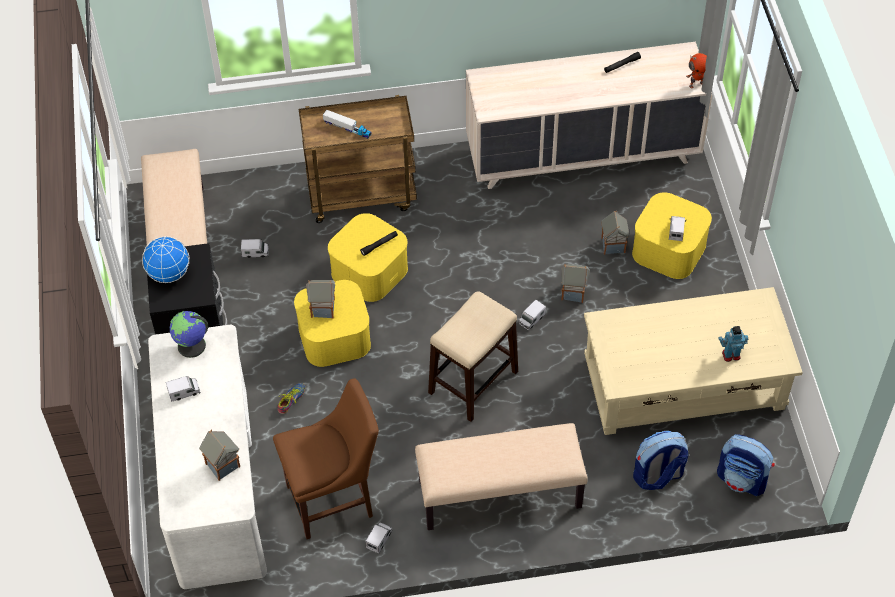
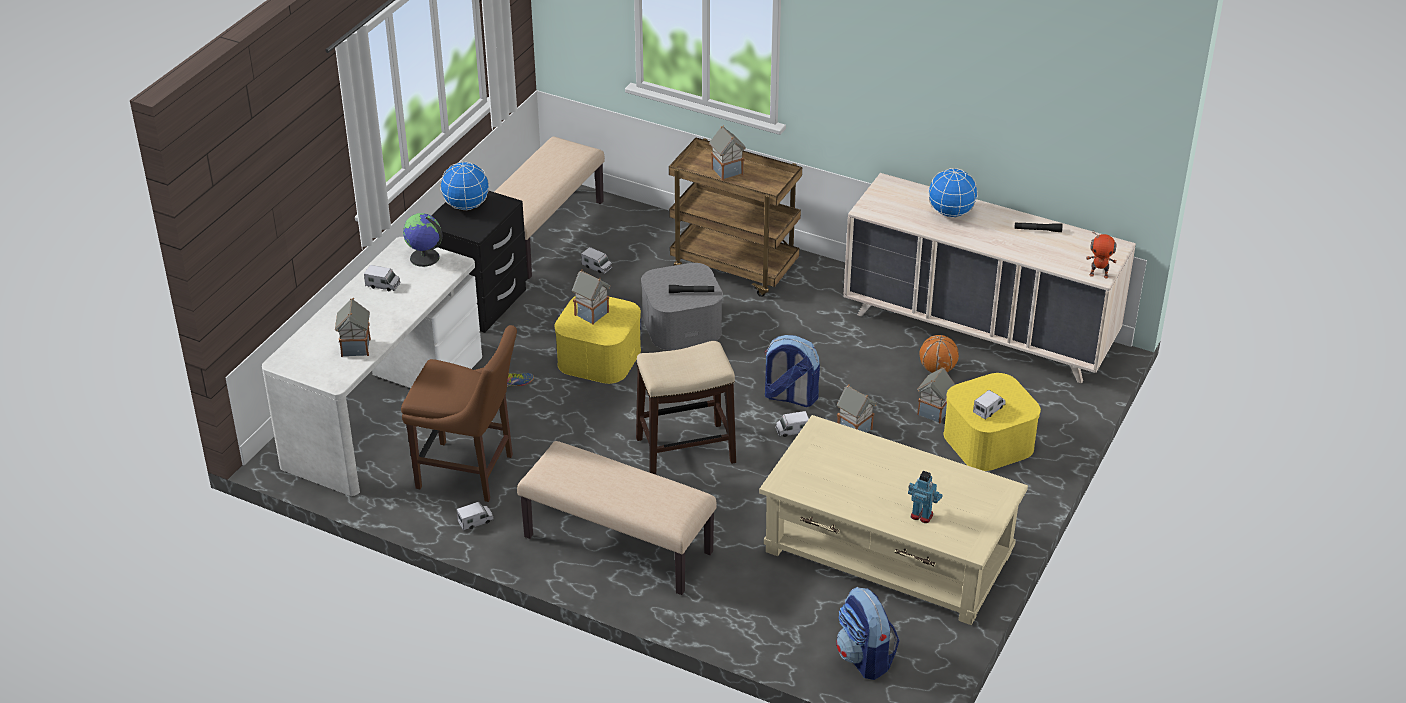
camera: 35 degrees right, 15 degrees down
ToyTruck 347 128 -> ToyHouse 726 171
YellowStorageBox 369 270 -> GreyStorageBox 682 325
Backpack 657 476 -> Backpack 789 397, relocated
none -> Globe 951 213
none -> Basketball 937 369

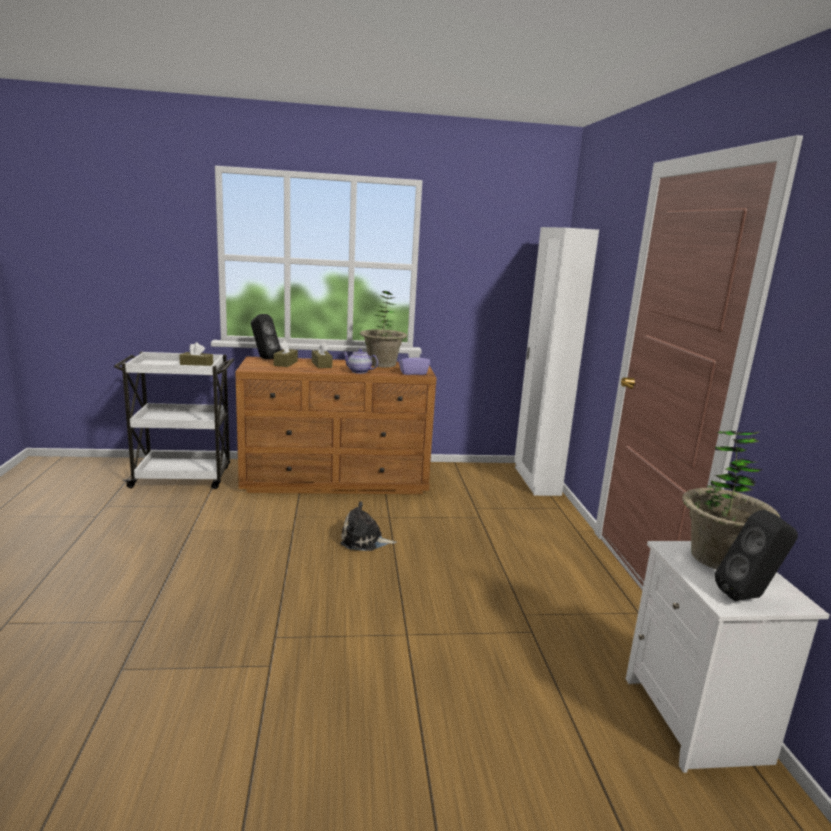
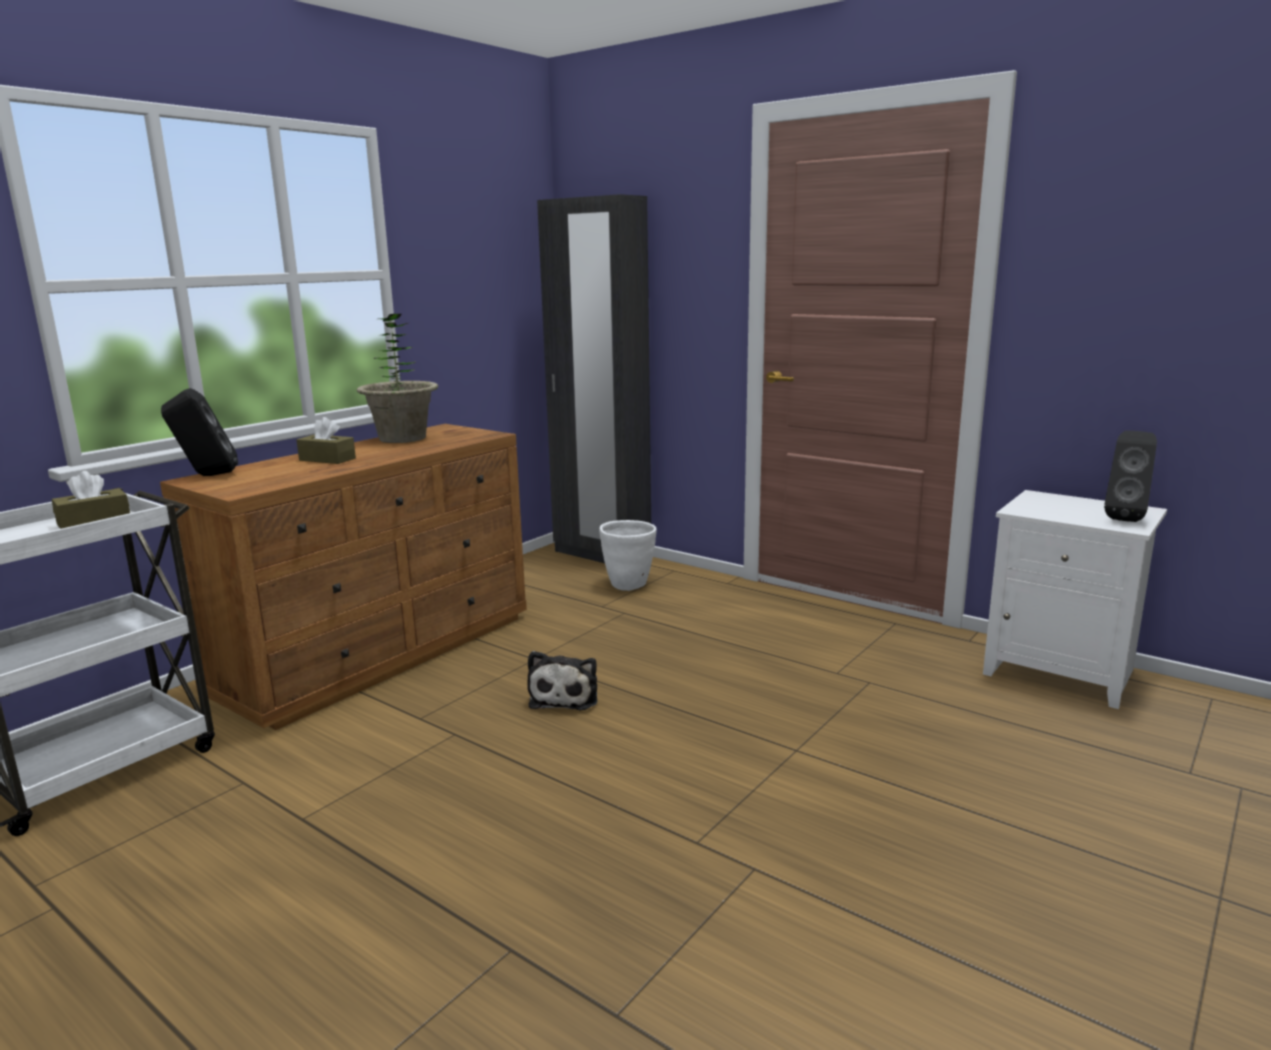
camera: 45 degrees left, 0 degrees up
WhiteWardrobe 536 481 -> BlackWardrobe 601 555
BrownTissueBox 285 363 -> none
Teapot 359 371 -> none
PurpleTissueBox 413 373 -> none
PottedPlant 718 558 -> none
PlushToy 364 541 -> PlushToy 565 696, 45 degrees counterclockwise
none -> WhitePlanter 629 585

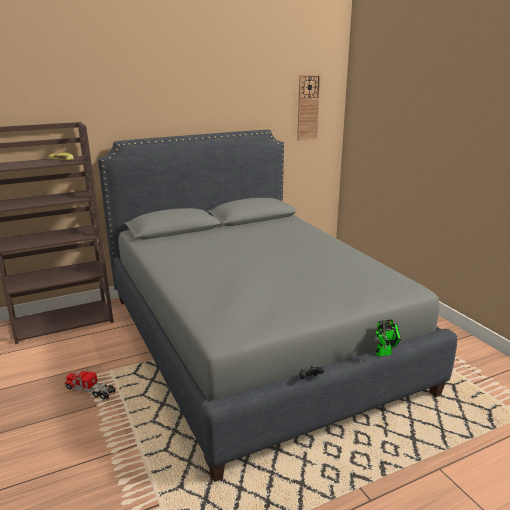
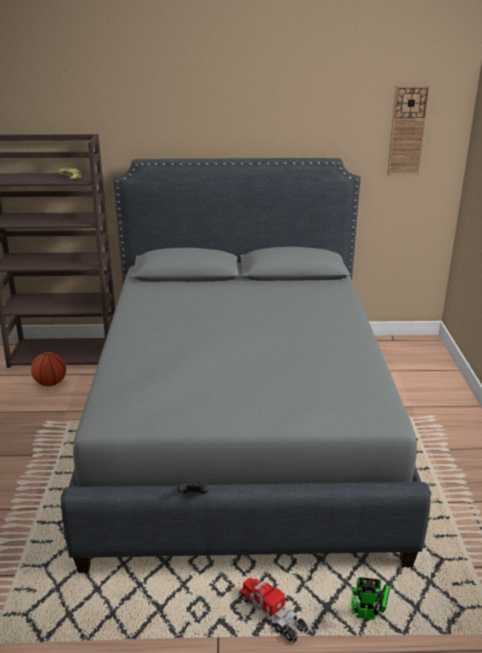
camera: 25 degrees right, 5 degrees up
ToyRobot 385 353 -> ToyRobot 368 616, relocated
ToyTruck 90 390 -> ToyTruck 272 614, relocated
none -> Basketball 50 383

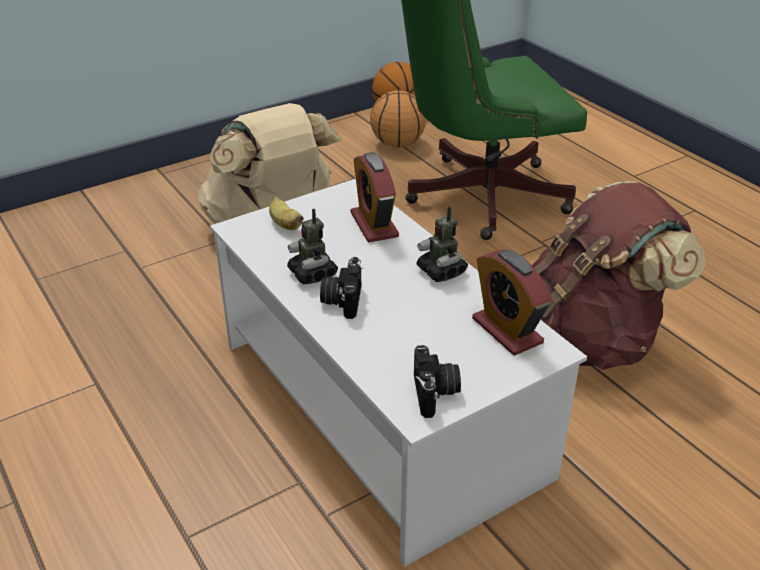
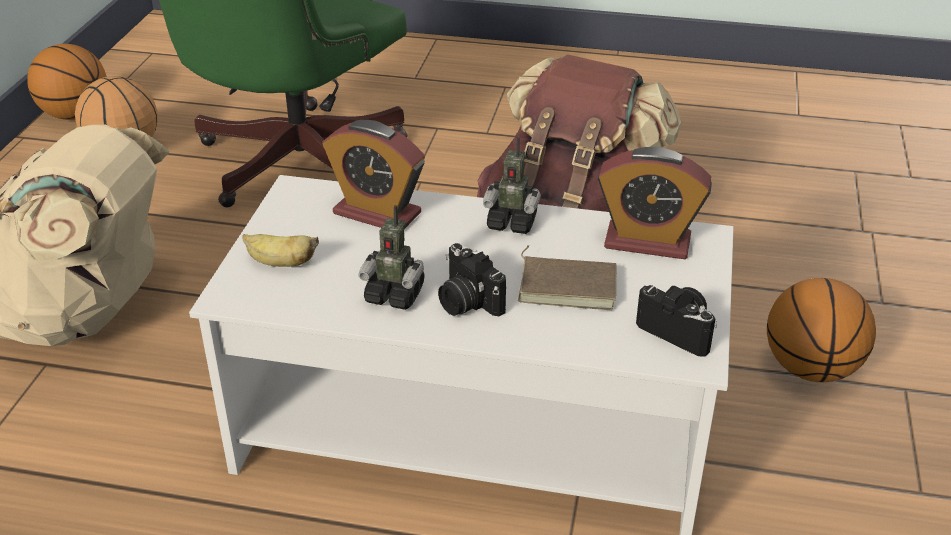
camera: 45 degrees left, 0 degrees up
none -> BrownBook 568 285
none -> Basketball 811 368

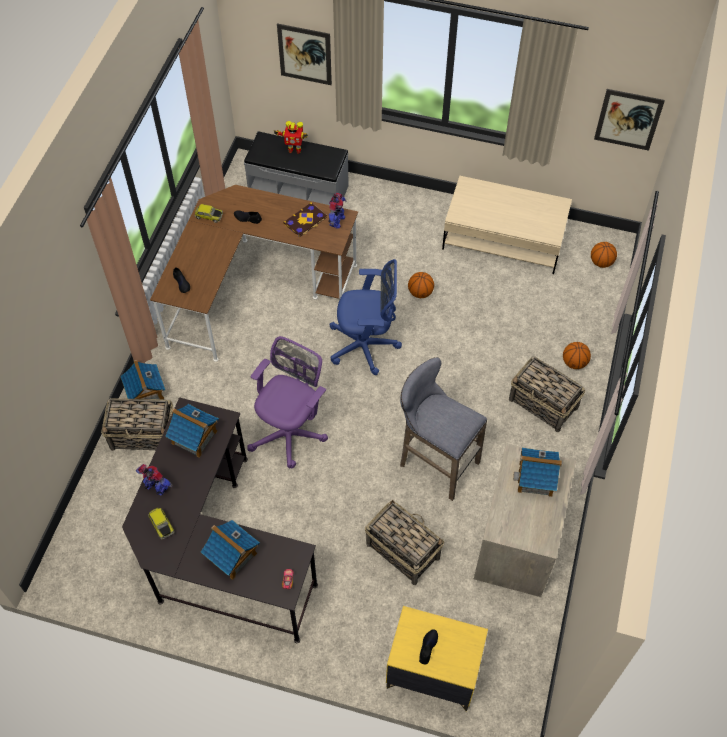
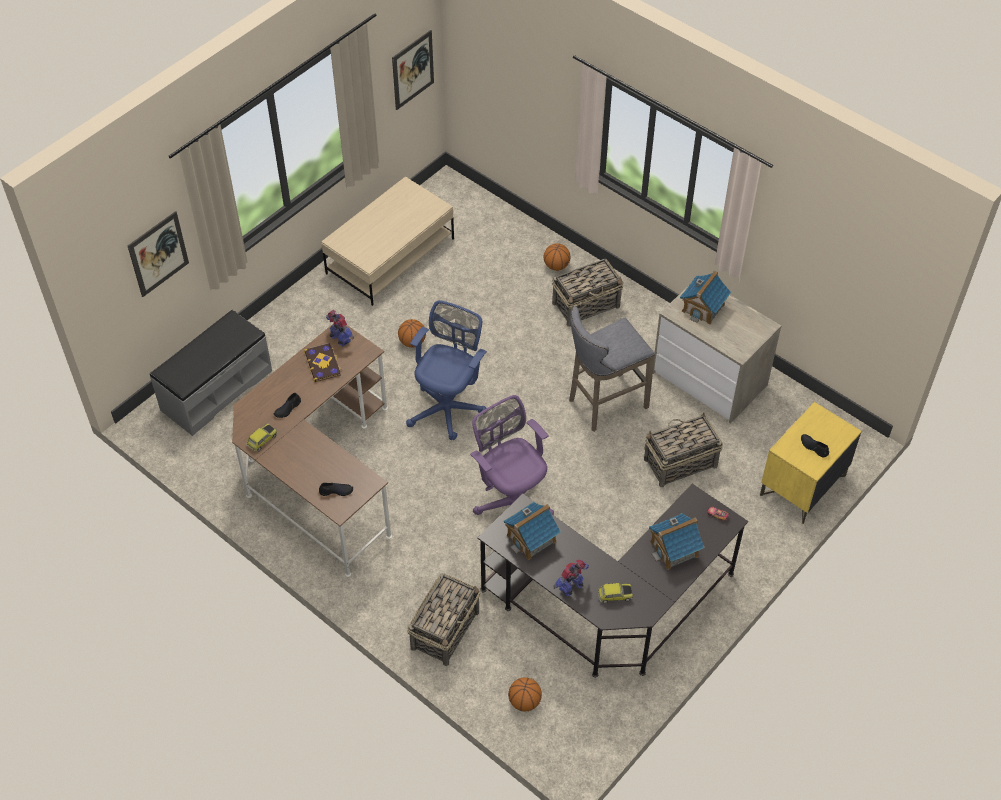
camera: 65 degrees left, 5 degrees down
ToyRobot 294 149 -> none
Basketball 601 262 -> Basketball 524 701, relocated
ToyHouse 145 392 -> none

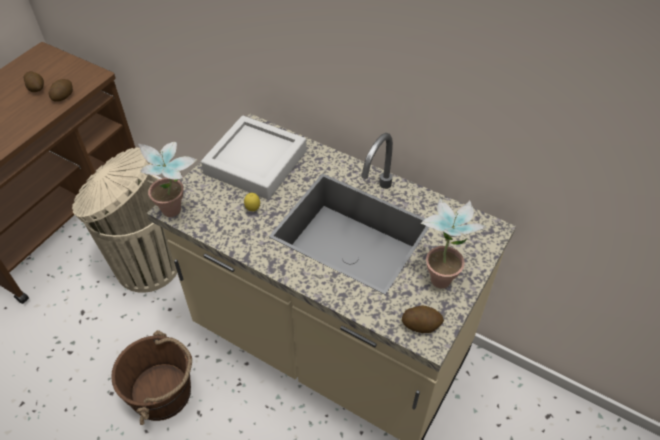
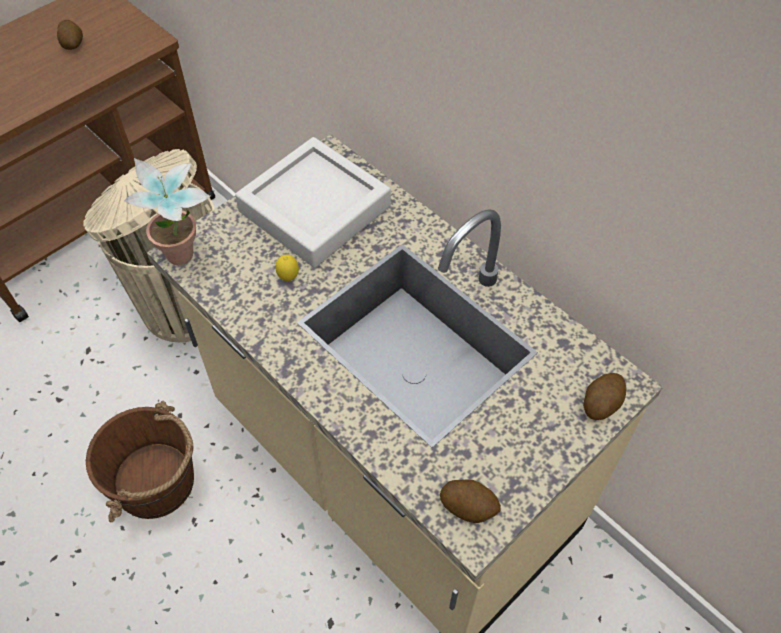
camera: 15 degrees right, 5 degrees up
Potato 63 96 -> Potato 601 403, relocated
PottedPlant 442 273 -> none

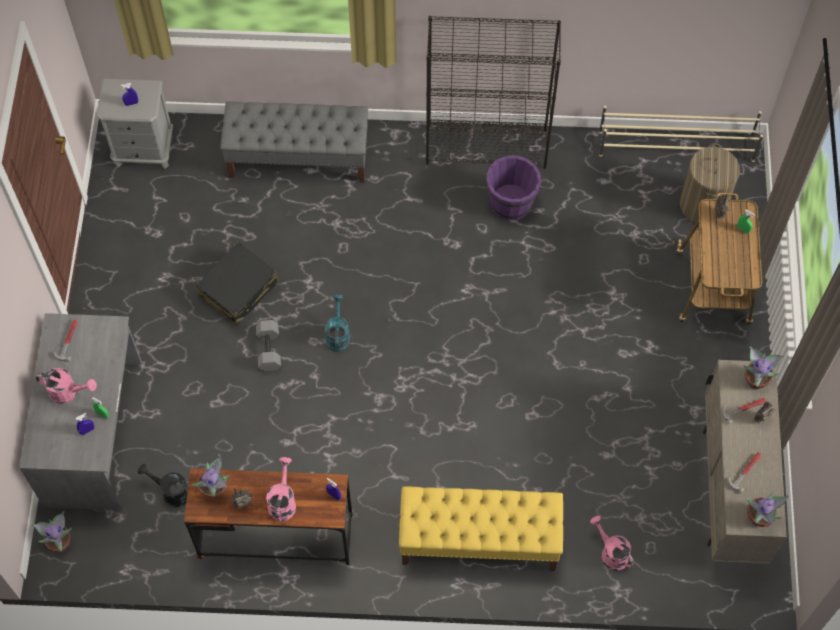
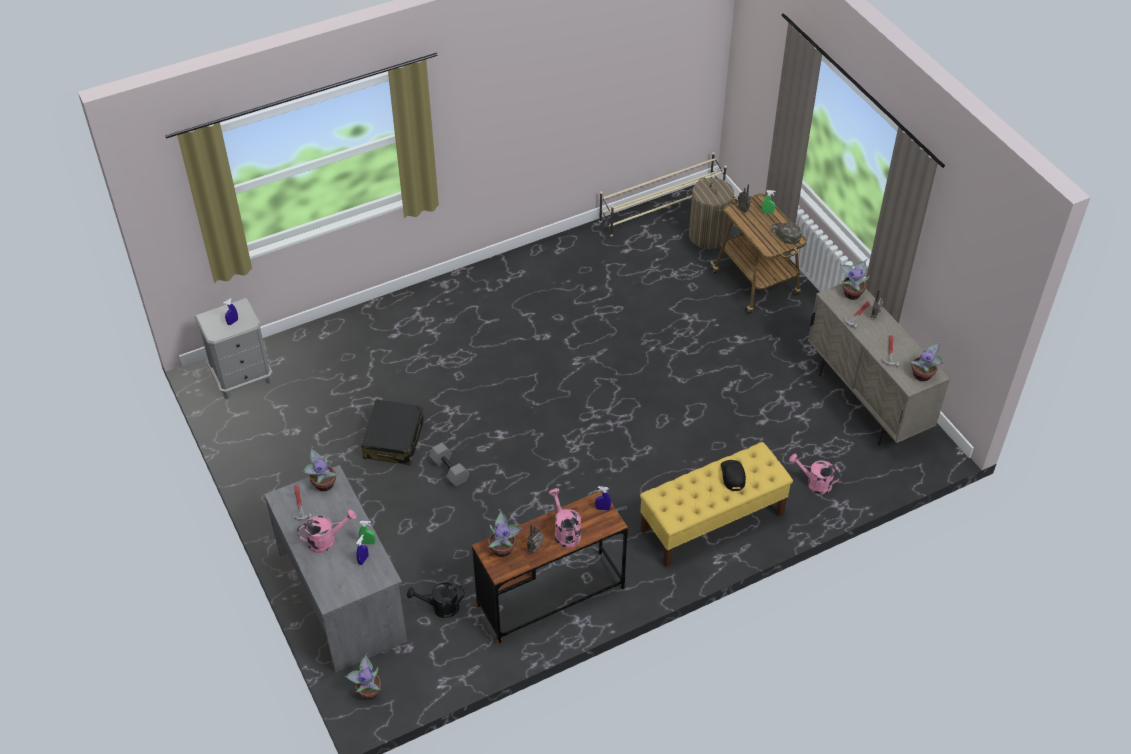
camera: 30 degrees left, 15 degrees down
BlackBookcase 487 146 -> none
GreyBench 299 159 -> none
PurpleBucket 511 203 -> none
TurquoiseWateringCan 337 334 -> none
none -> GreenCap 785 234
none -> PottedPlant 323 484
none -> BlackCap 733 476

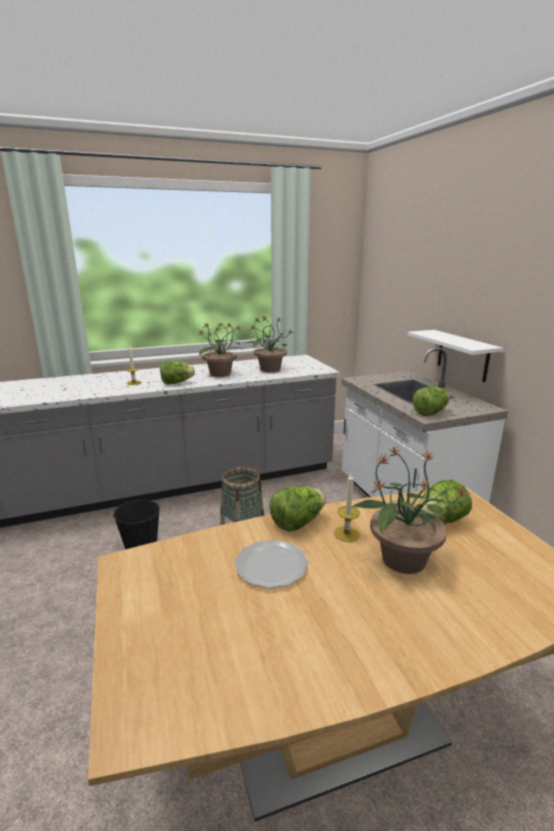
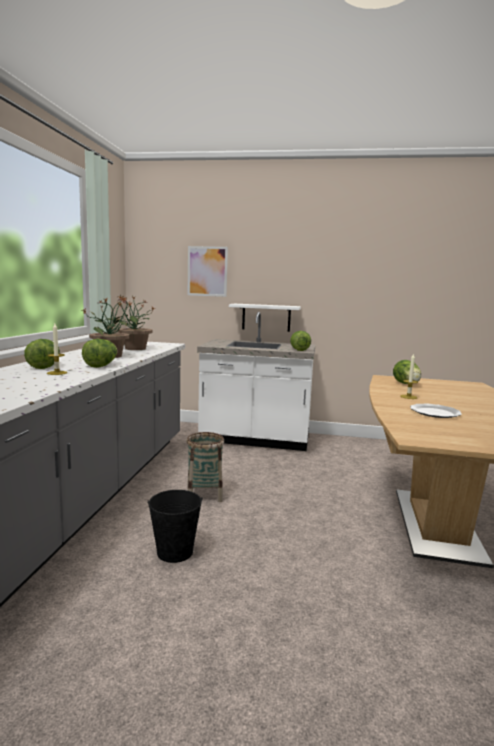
camera: 60 degrees left, 10 degrees down
PottedPlant 401 559 -> none
Lettuce 297 523 -> Lettuce 45 366, relocated
none -> Picture 207 271

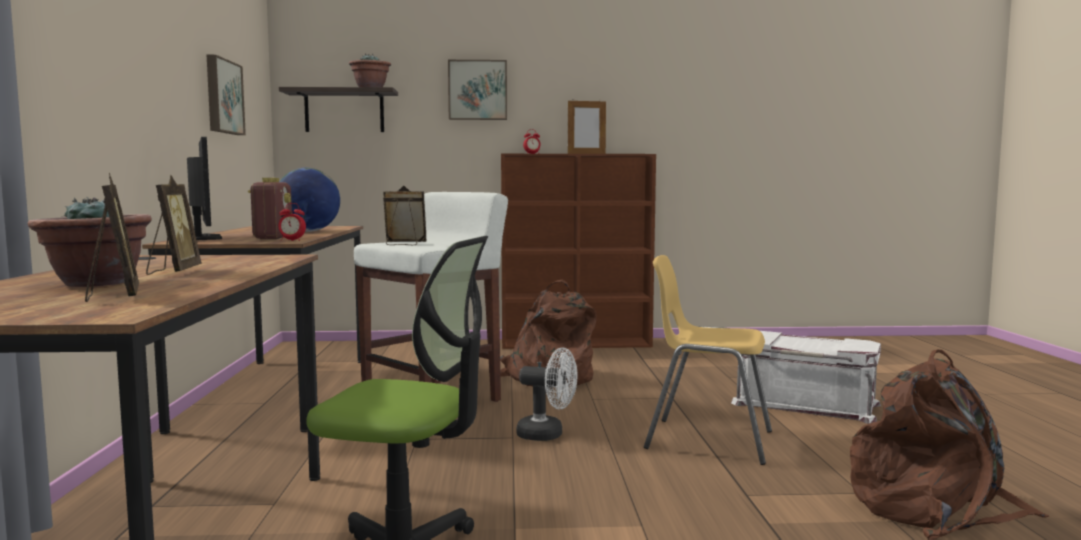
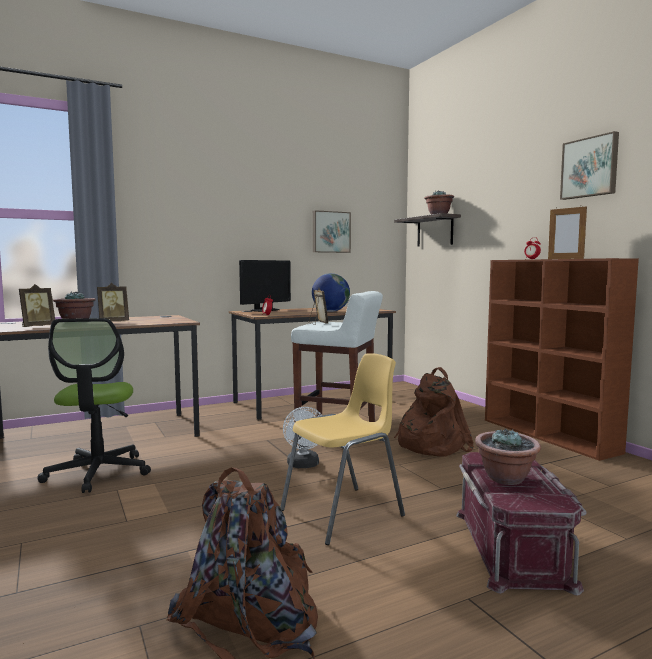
camera: 65 degrees right, 0 degrees up
Picture 477 90 -> Picture 590 167, relocated
Radio 273 237 -> none
YellowChair 707 440 -> YellowChair 344 513, 60 degrees clockwise
WhiteStorageBox 805 403 -> RedStorageBox 514 548
none -> PottedPlant 506 478

